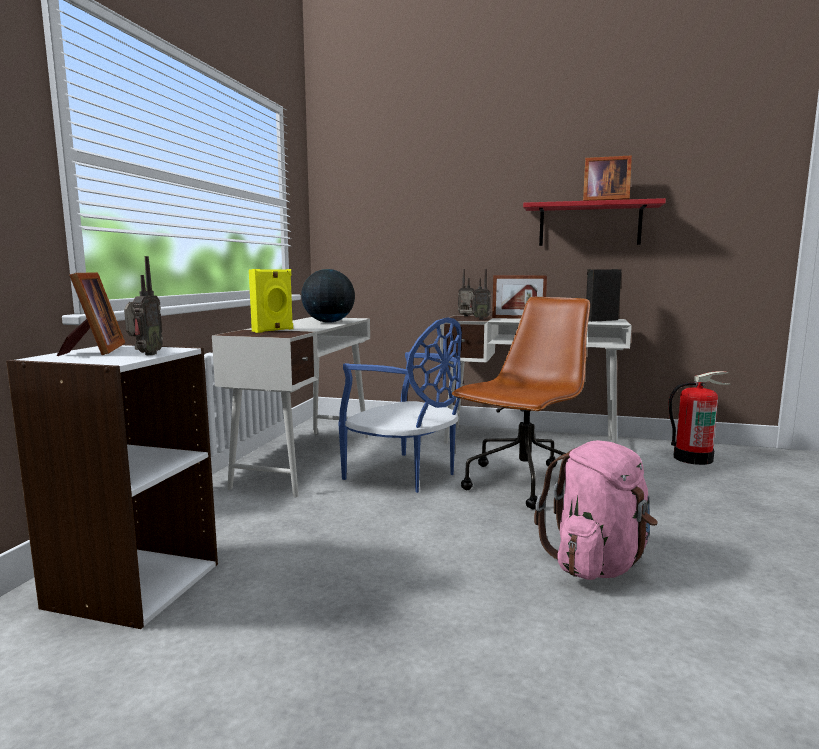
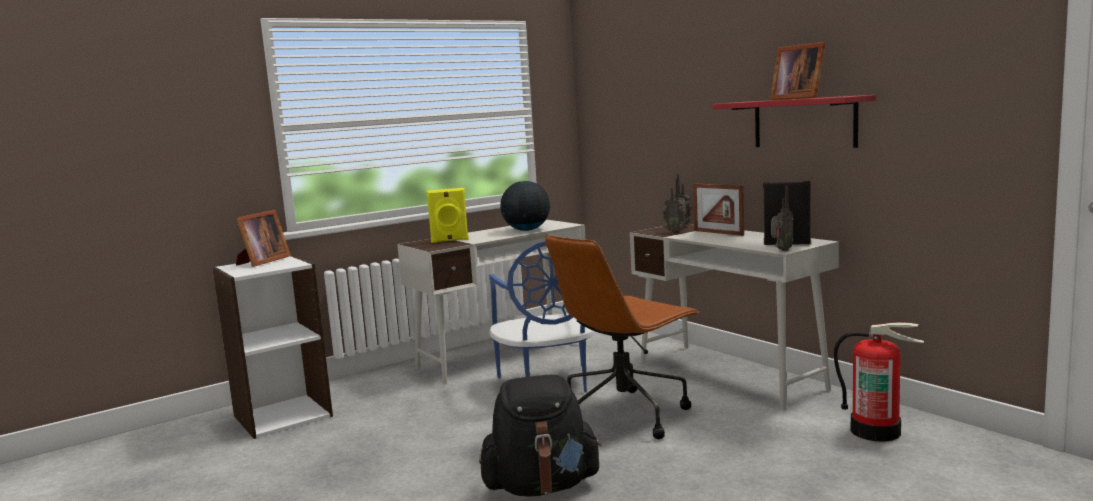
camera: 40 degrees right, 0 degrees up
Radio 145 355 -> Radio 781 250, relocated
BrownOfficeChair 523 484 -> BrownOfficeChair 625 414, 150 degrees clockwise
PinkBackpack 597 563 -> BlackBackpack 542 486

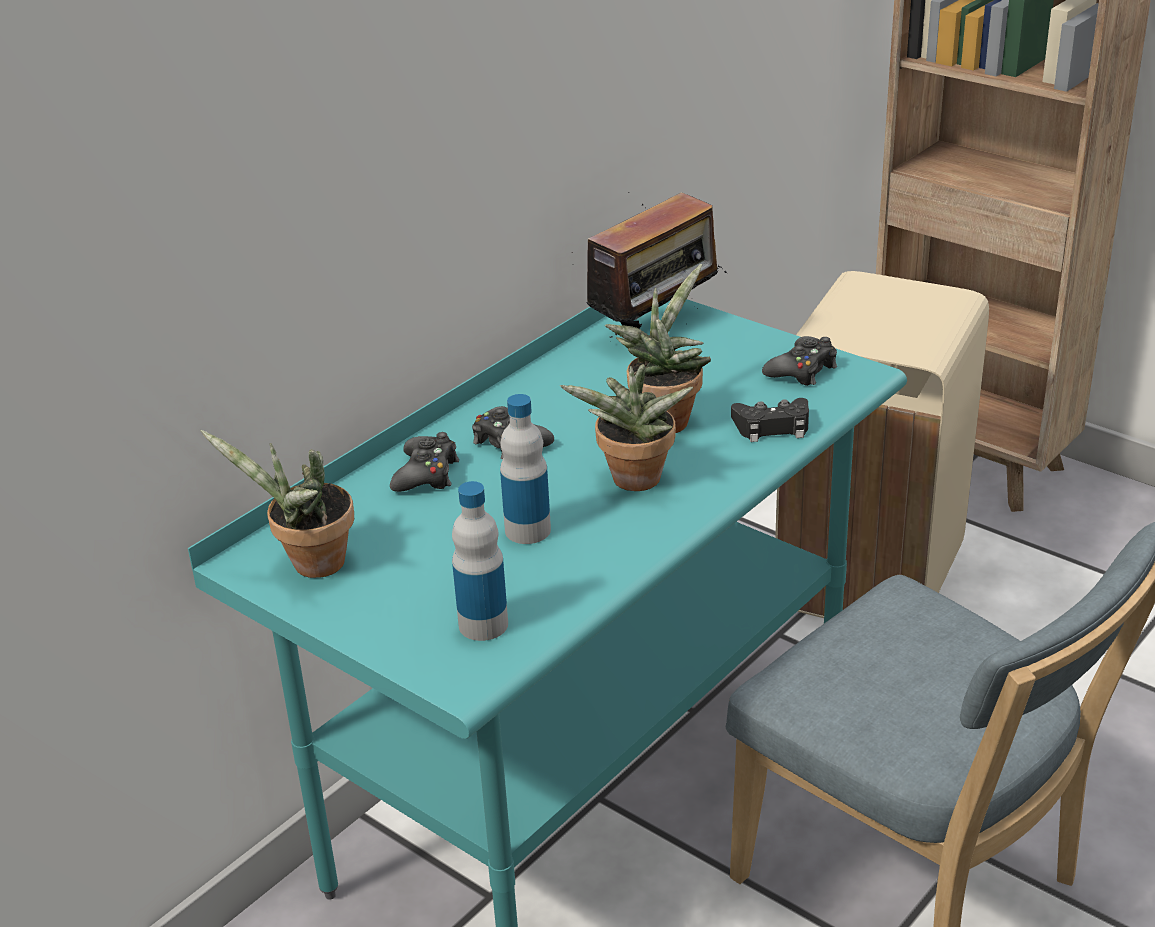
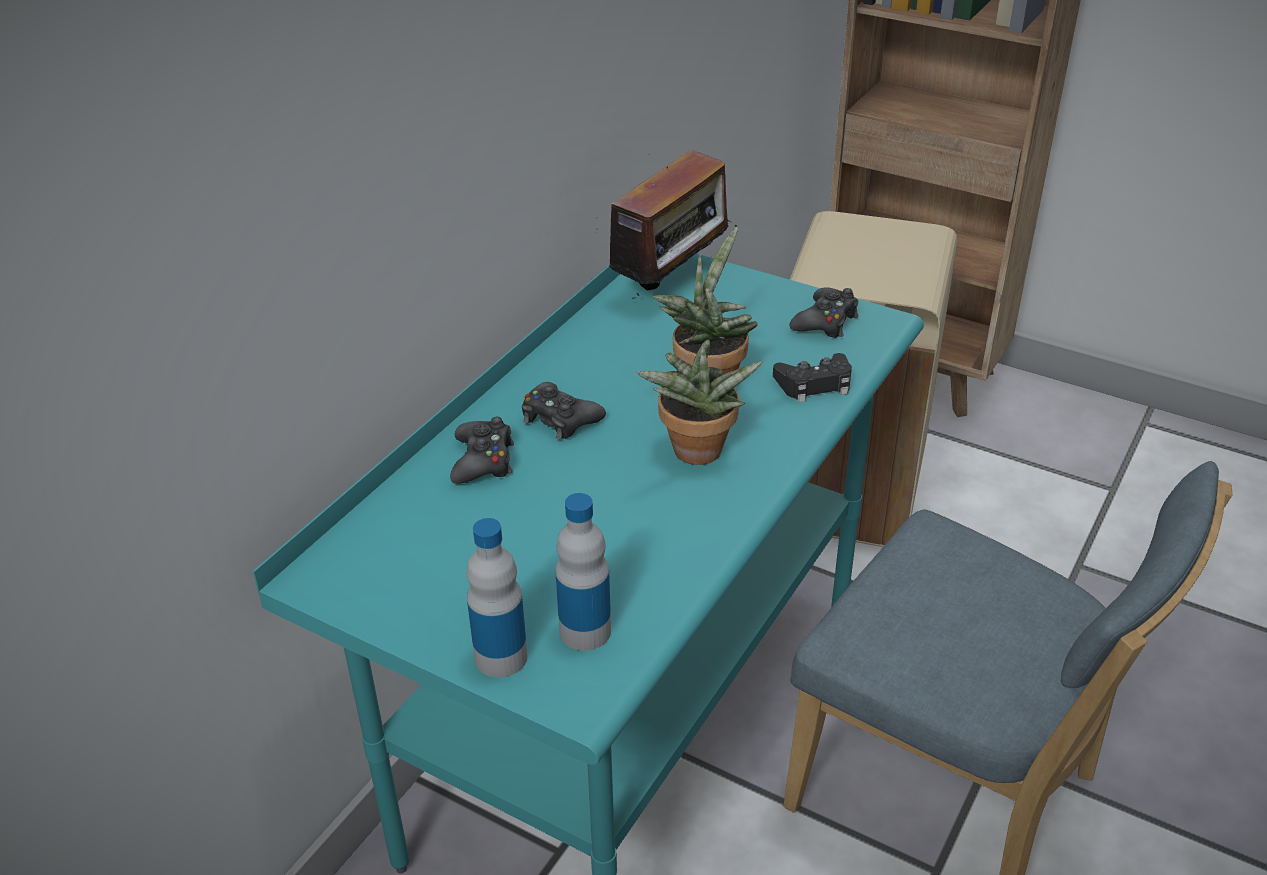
camera: 10 degrees left, 5 degrees up
Bottle 527 530 -> Bottle 501 657, relocated
PottedPlant 310 565 -> none

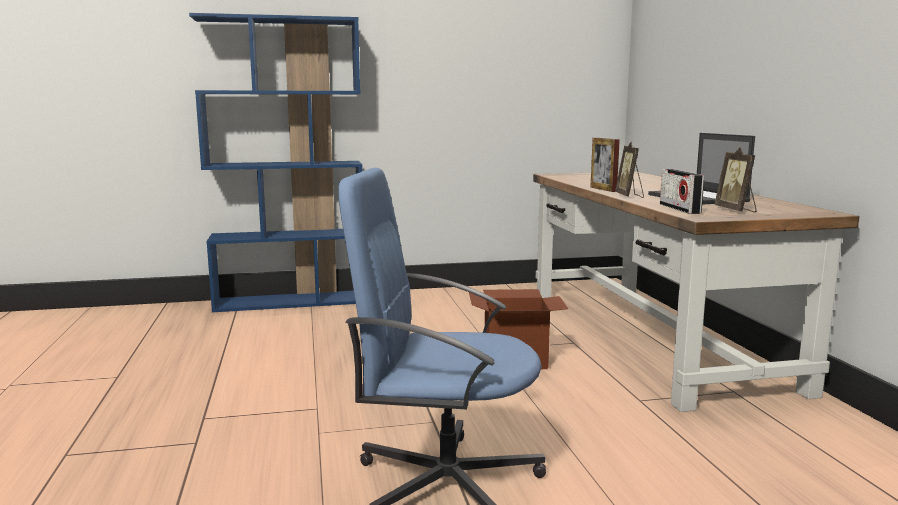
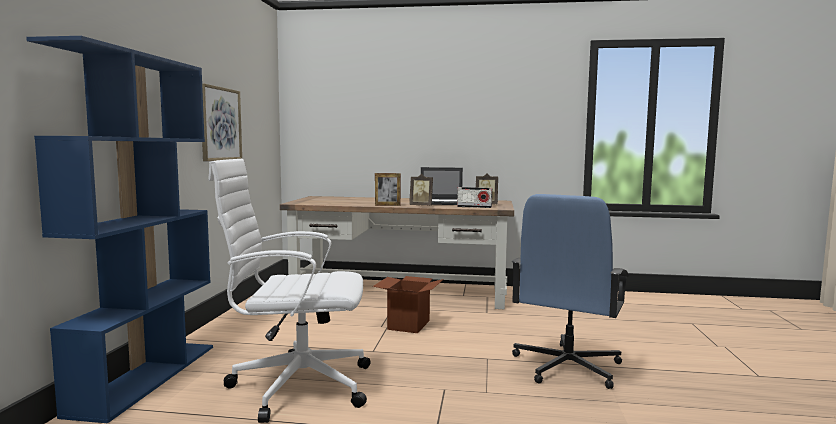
camera: 70 degrees left, 5 degrees down
none -> Picture 220 124
none -> WhiteOfficeChair 297 385

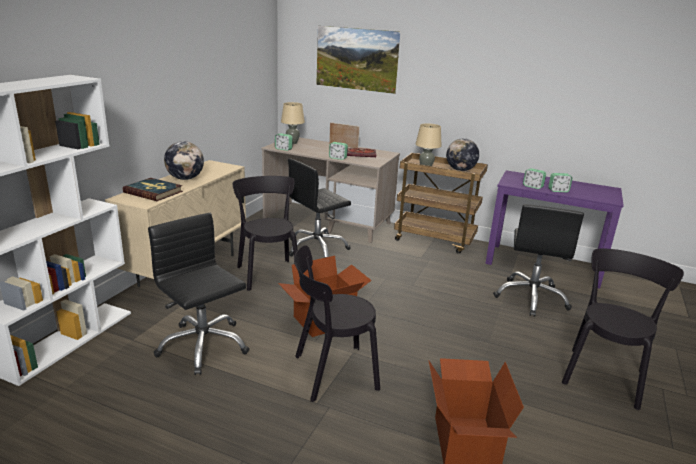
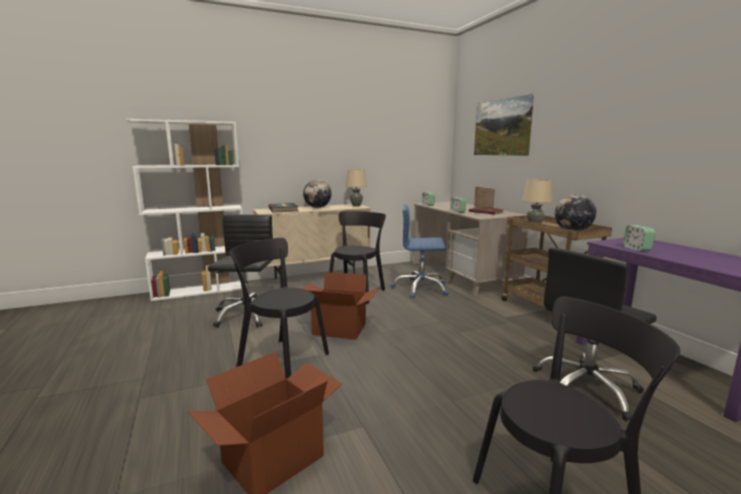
camera: 45 degrees right, 10 degrees down
BeigeTableLamp 292 143 -> BeigeTableLamp 356 206, relocated
BlackOfficeChair 317 248 -> BlueOfficeChair 420 288
AlarmClock 558 191 -> none

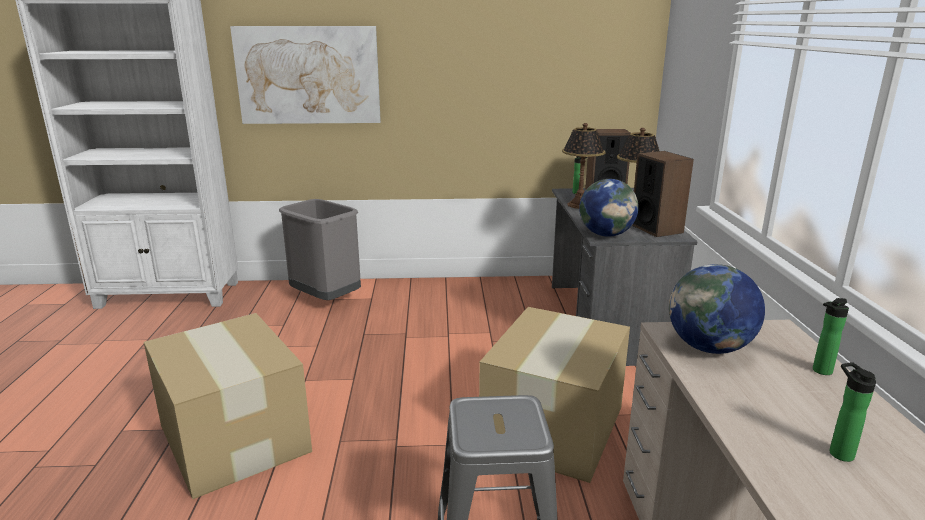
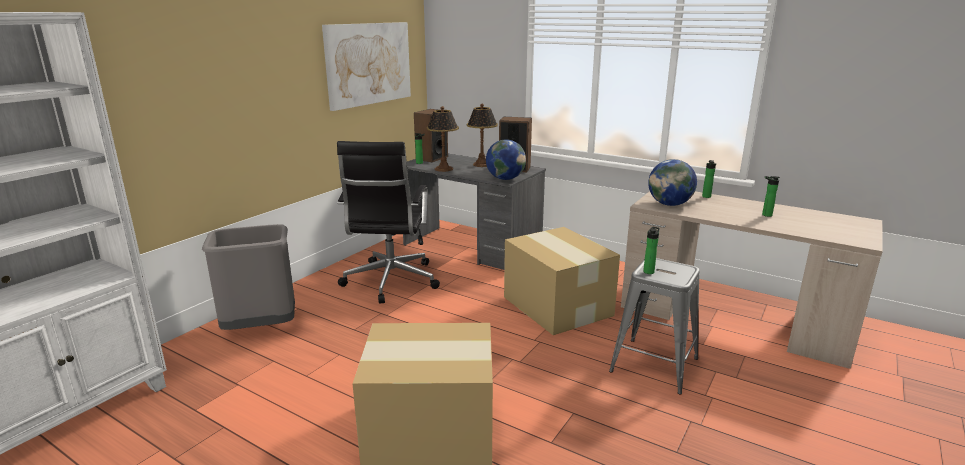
camera: 55 degrees left, 0 degrees up
Picture 308 75 -> Picture 368 64, relocated
none -> BlackOfficeChair 390 282
none -> Bottle 649 271

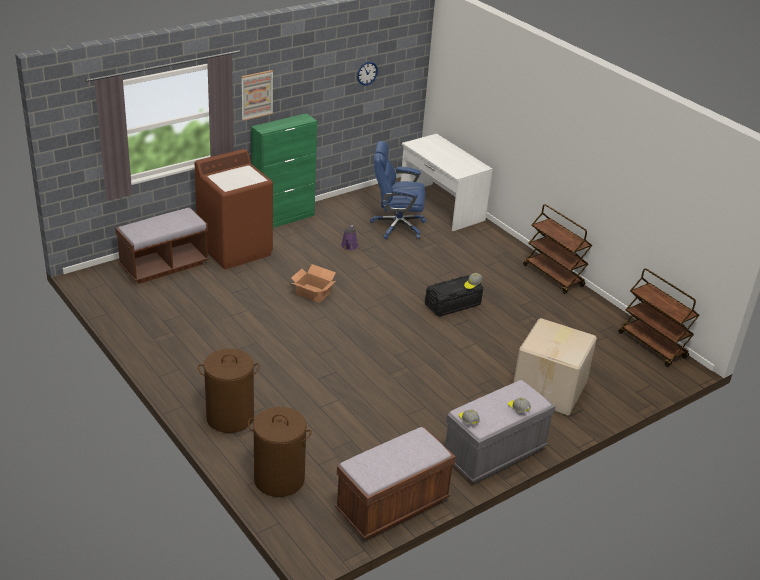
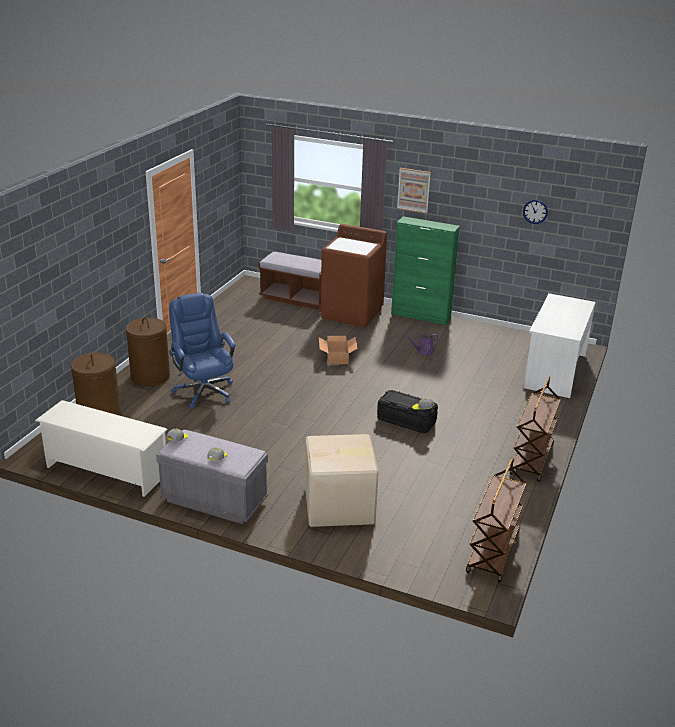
camera: 60 degrees right, 5 degrees down
BlueOfficeChair 396 226 -> BlueOfficeChair 204 391, relocated
BrownBench 392 506 -> WhiteShoeRack 106 471

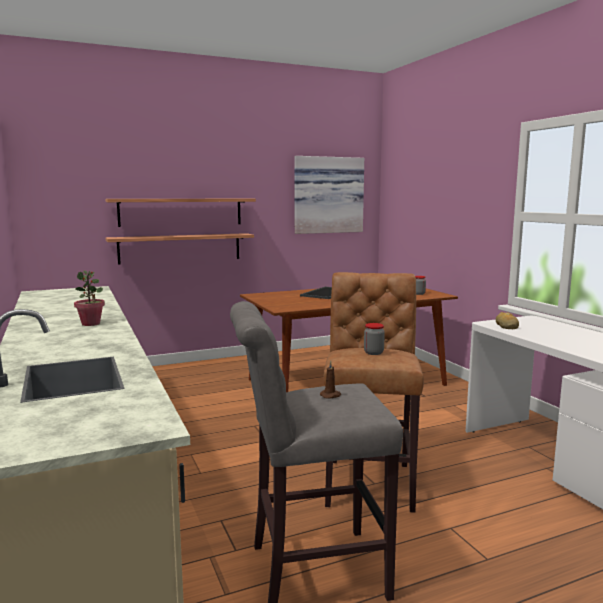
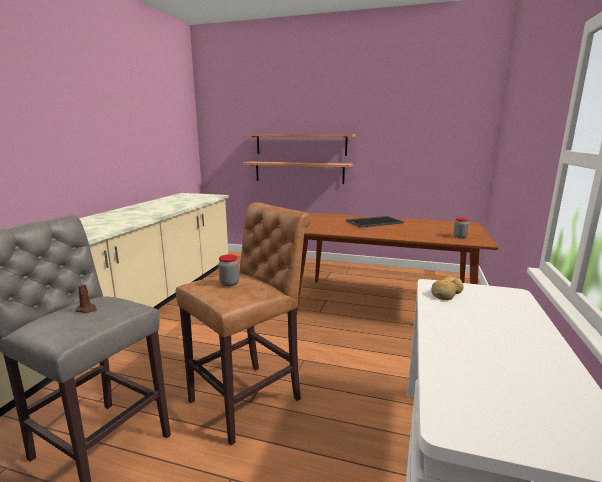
camera: 40 degrees right, 5 degrees up
Picture 327 195 -> none
PottedPlant 91 324 -> none

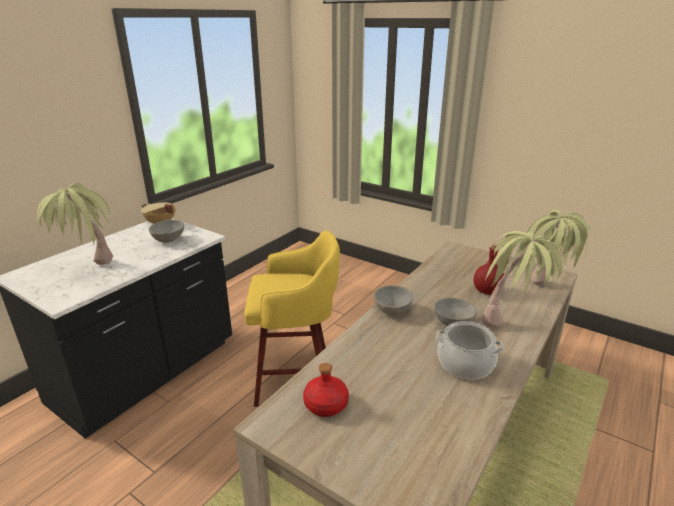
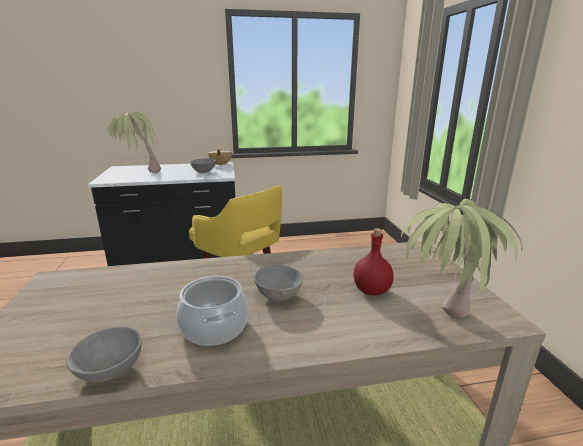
camera: 45 degrees right, 5 degrees down
PottedPlant 512 322 -> none
GreyBowl 393 311 -> GreyBowl 111 372, relocated
RedBottle 325 405 -> none

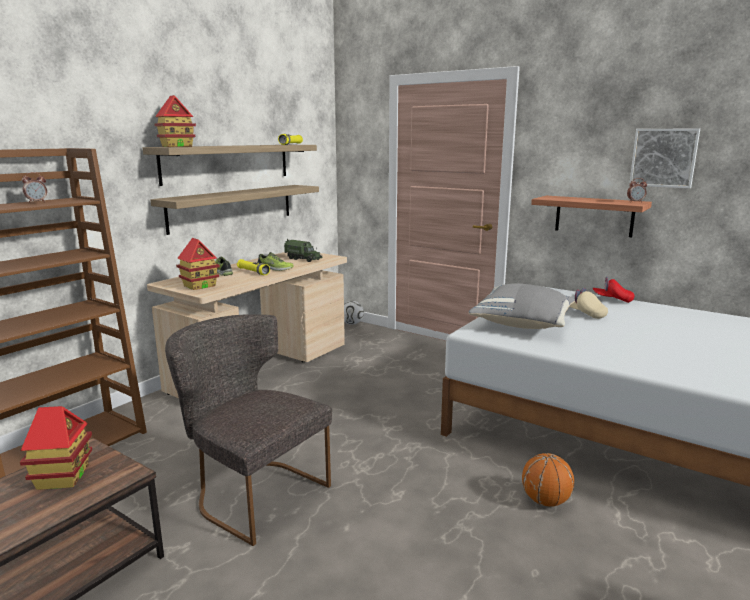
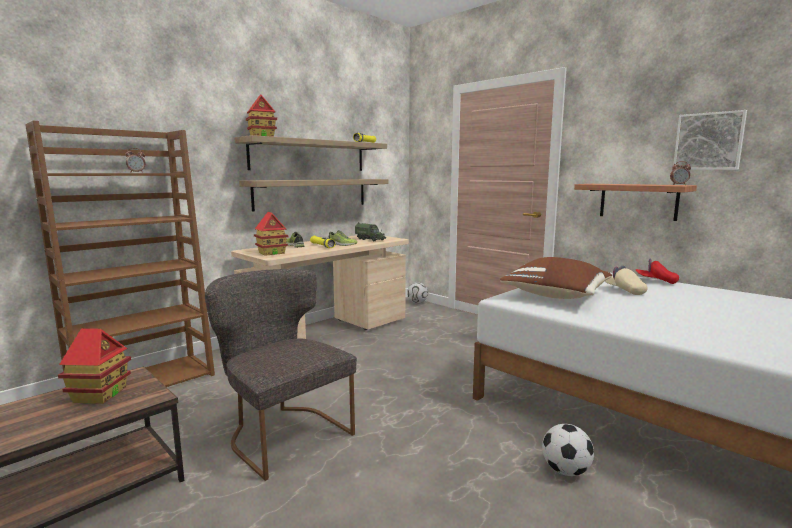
camera: 10 degrees right, 5 degrees down
GreyPillow 523 325 -> BrownPillow 556 296
Basketball 545 501 -> Football 566 471

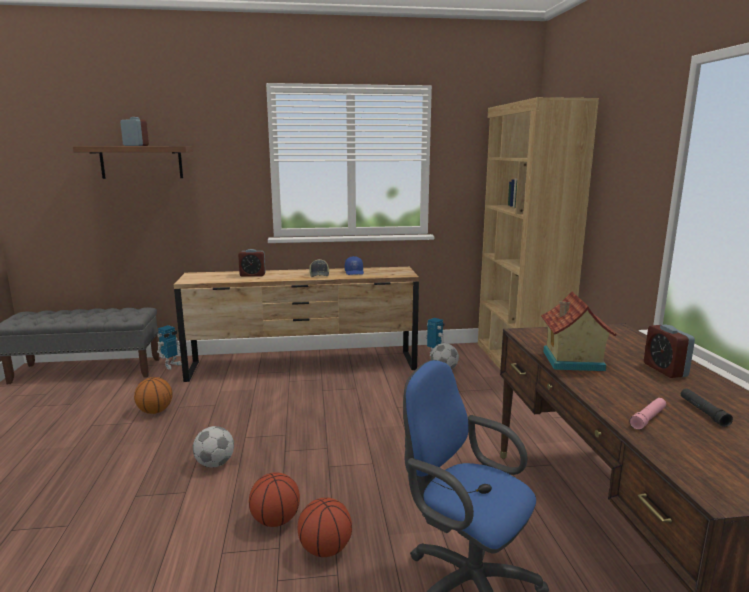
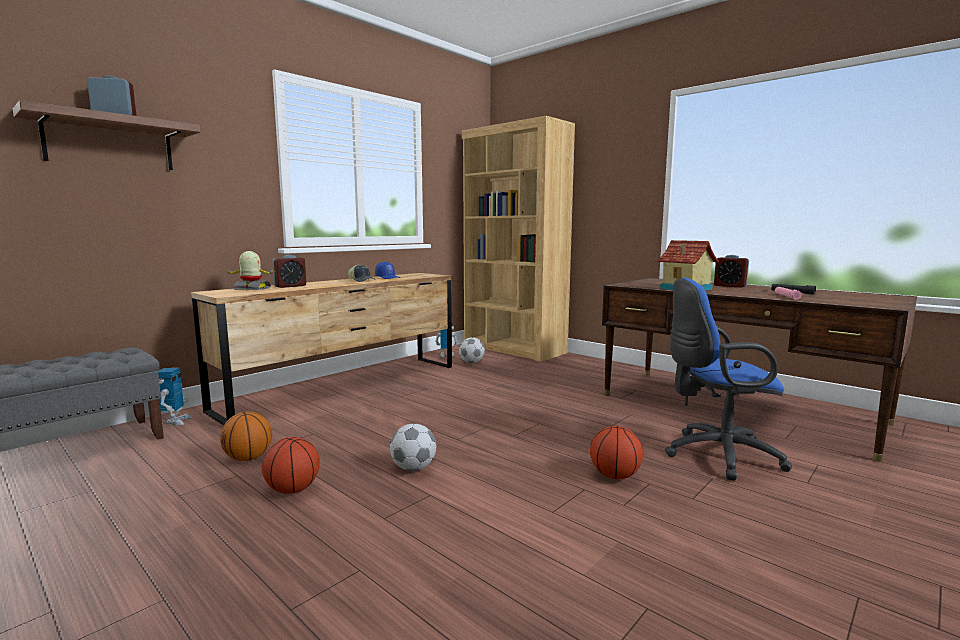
camera: 40 degrees left, 5 degrees down
Basketball 276 521 -> Basketball 293 490, relocated
none -> ToyRobot 252 289

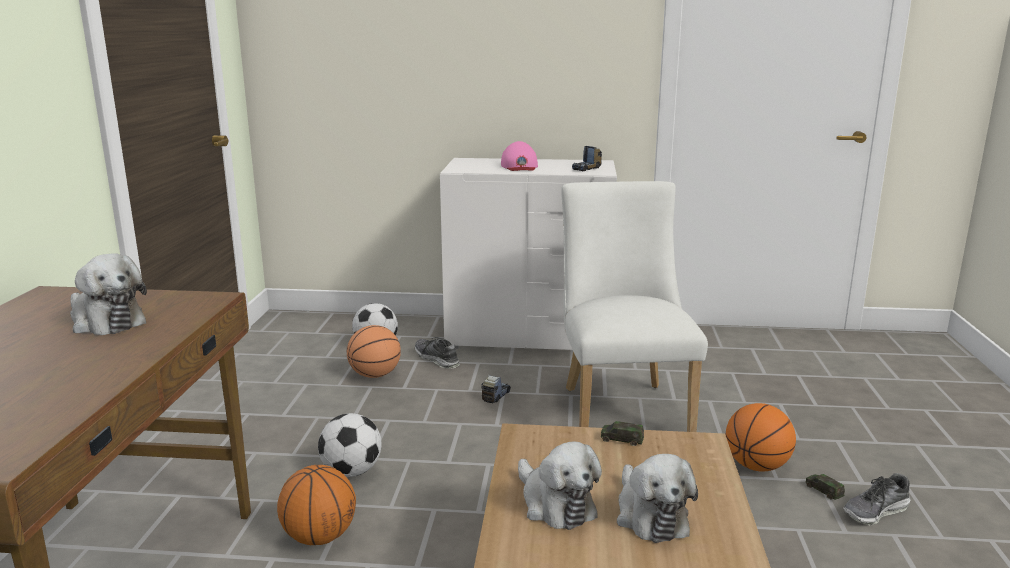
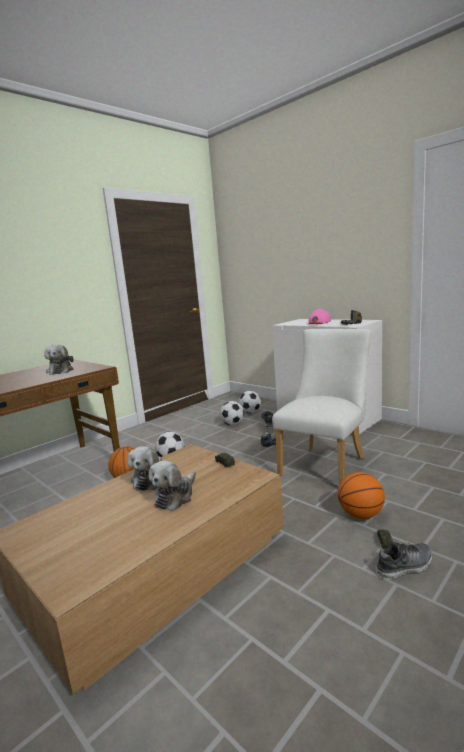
camera: 40 degrees right, 5 degrees down
Basketball 375 375 -> Football 232 424
Shoe 875 511 -> Shoe 404 566, 150 degrees clockwise

